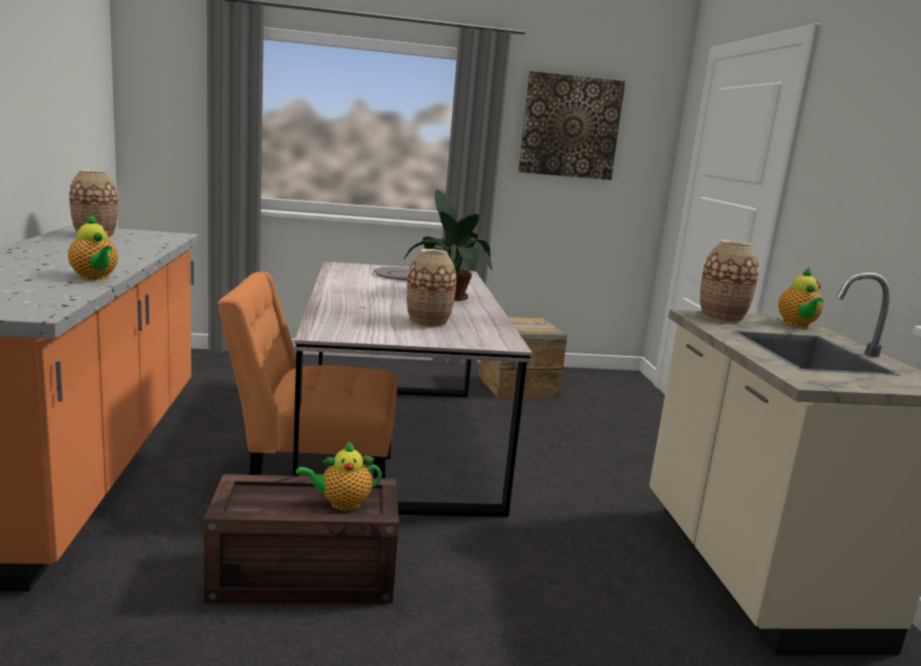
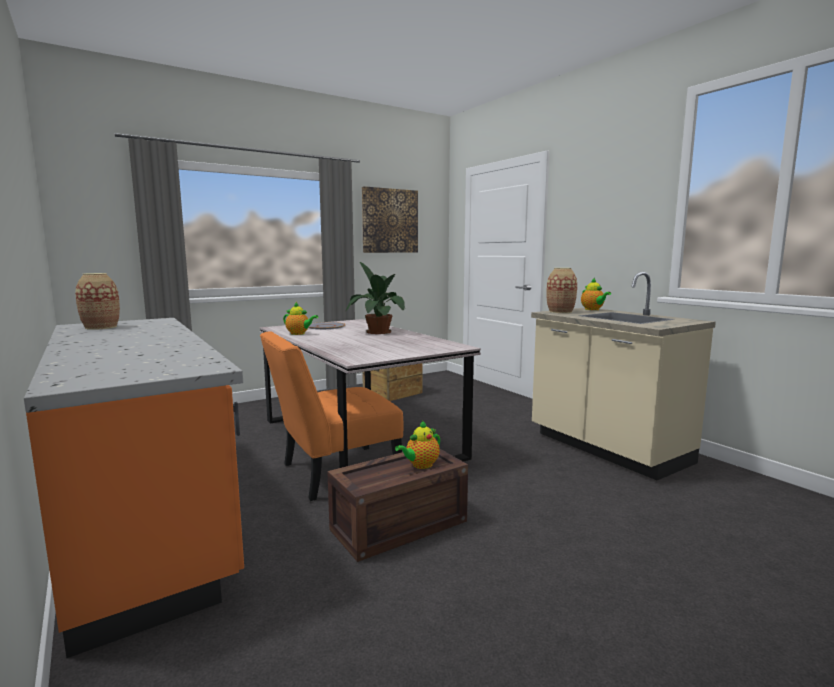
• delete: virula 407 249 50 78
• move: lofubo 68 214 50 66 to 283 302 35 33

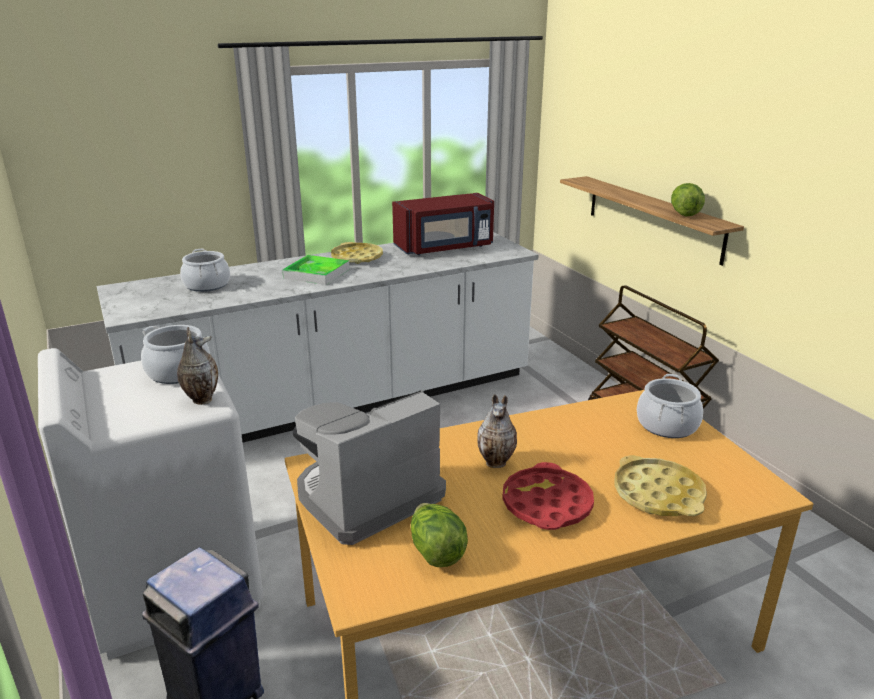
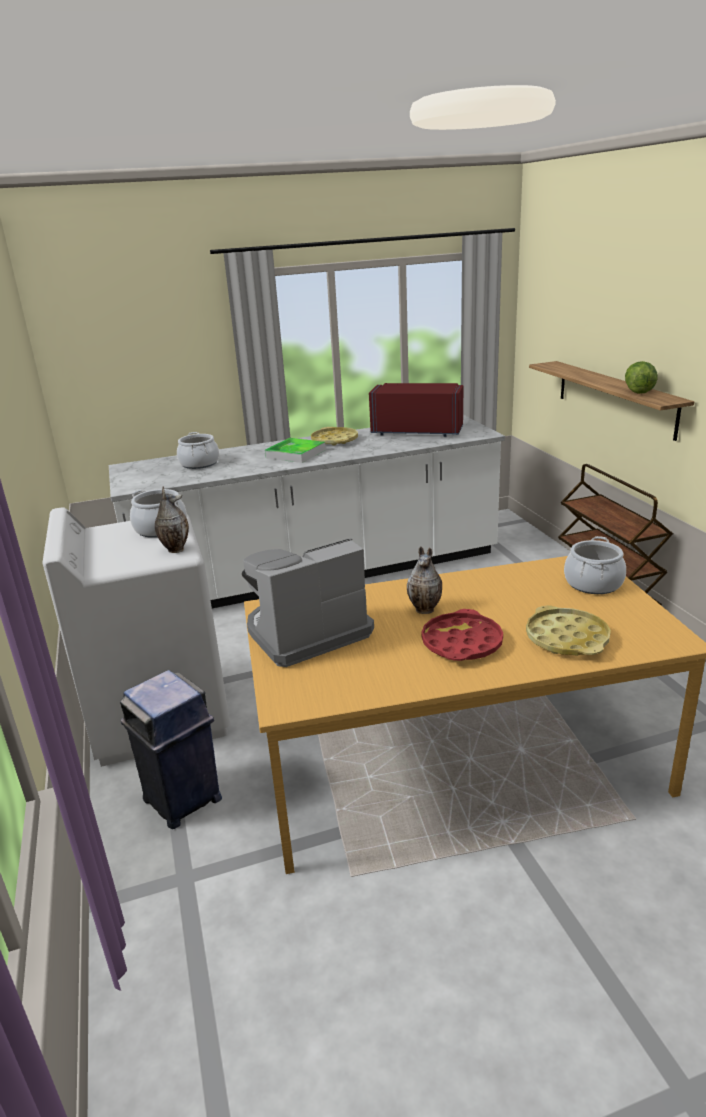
• delete: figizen 411 503 57 64
• rotate: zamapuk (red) 392 193 102 62 = 369 383 94 54 150 degrees counterclockwise

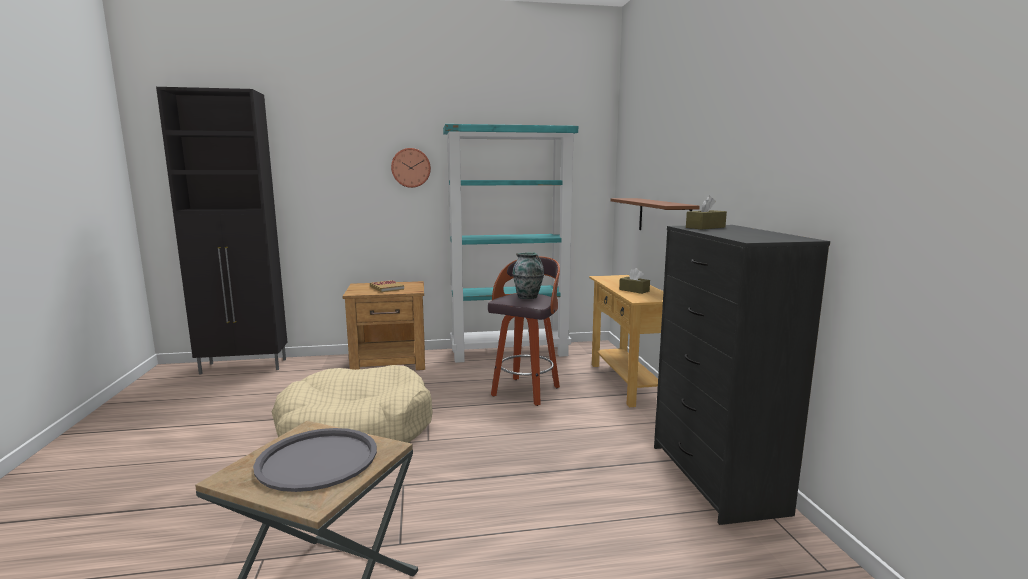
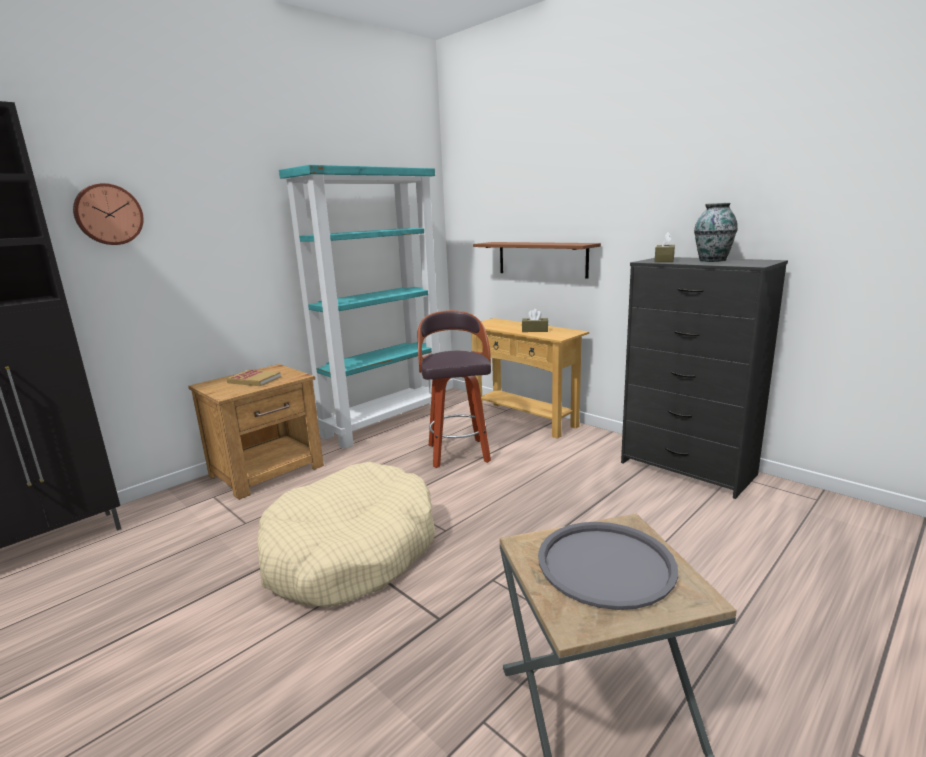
• move: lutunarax 391 148 40 40 to 73 183 71 62
• move: virula 512 252 32 47 to 694 203 44 59

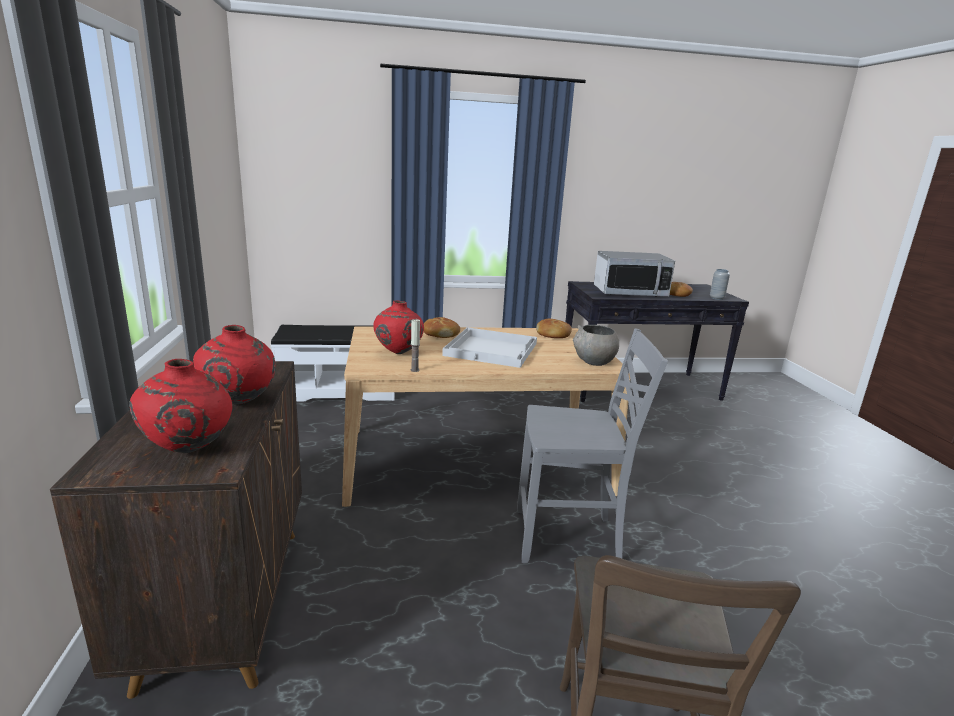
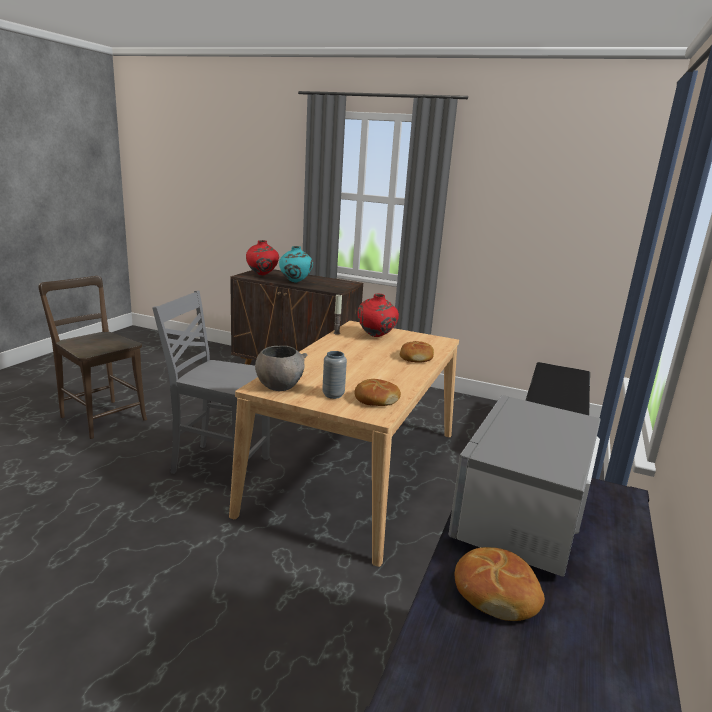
• delete: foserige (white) 442 327 95 41
• move: virula (grey) 710 269 20 31 to 322 351 25 48
• recolor: virula (red) 193 325 83 80 to virula (turquoise) 279 246 34 37
• rotate: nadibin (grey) 517 328 151 235 = 152 291 118 183 75 degrees clockwise

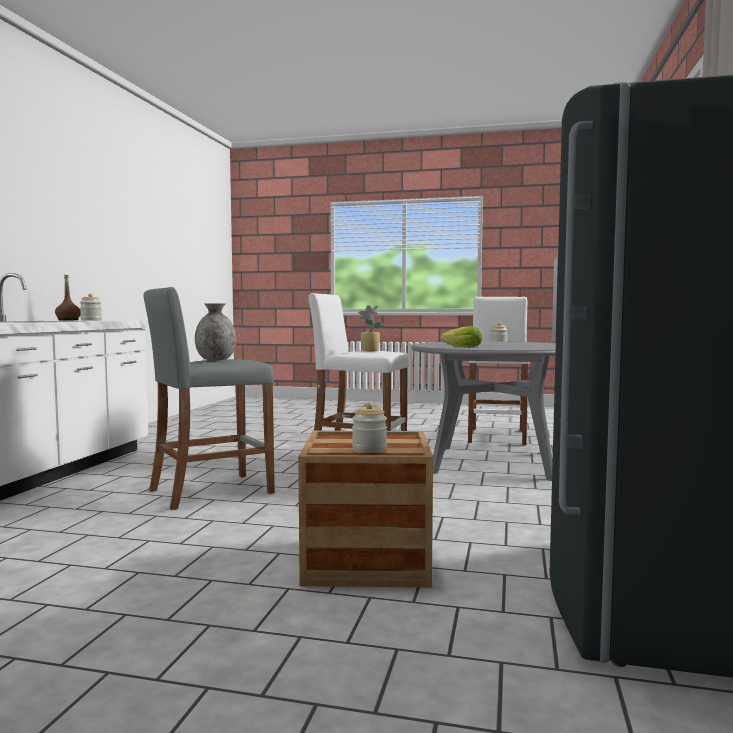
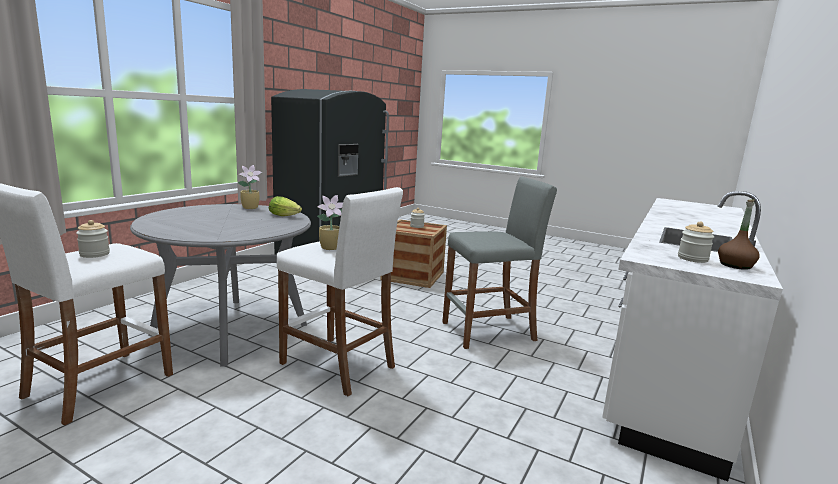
• delete: virula (grey) 195 303 41 57
• insert: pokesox 238 165 24 44

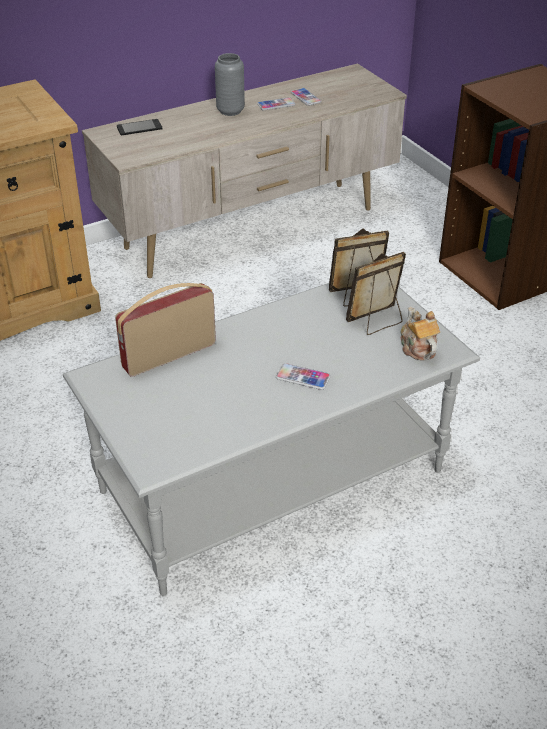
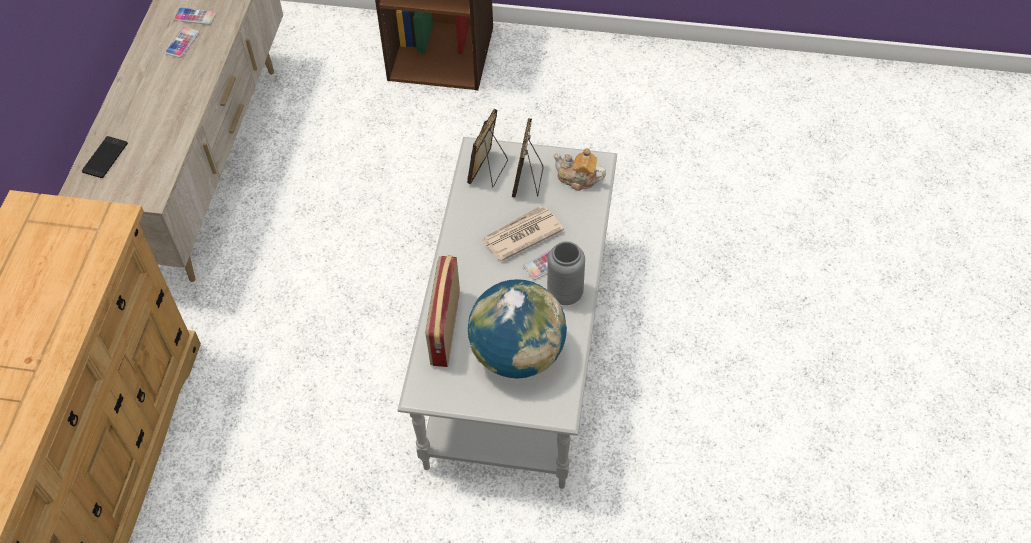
• insert: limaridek 468 279 99 100
• insert: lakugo 481 206 83 55
• move: virula (grey) 215 53 30 63 to 547 241 38 64

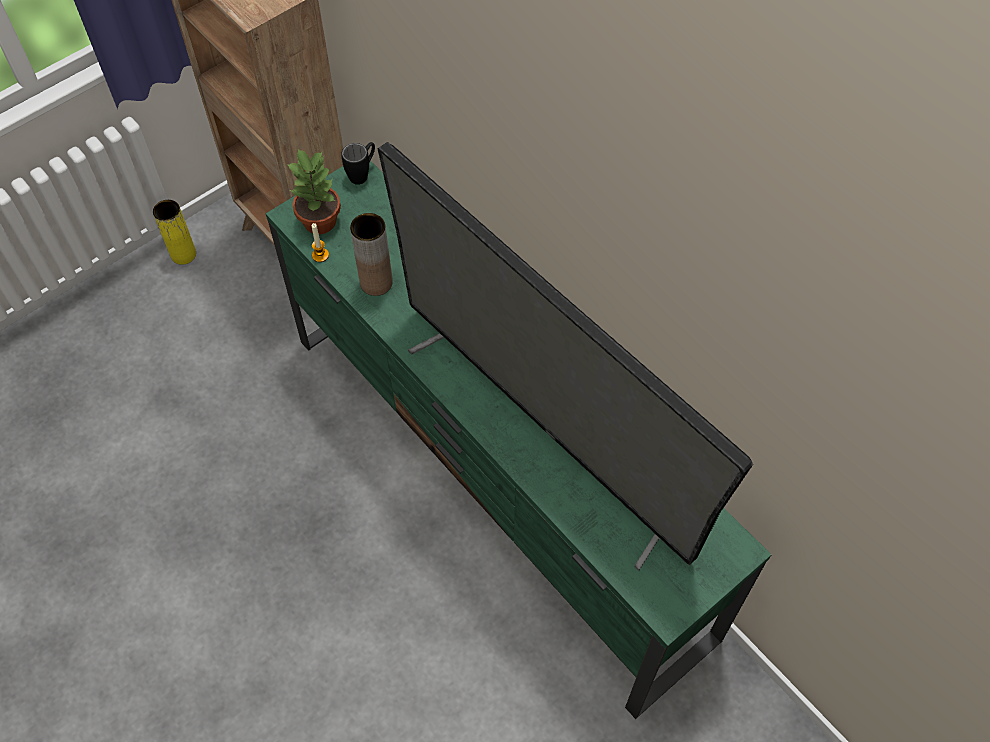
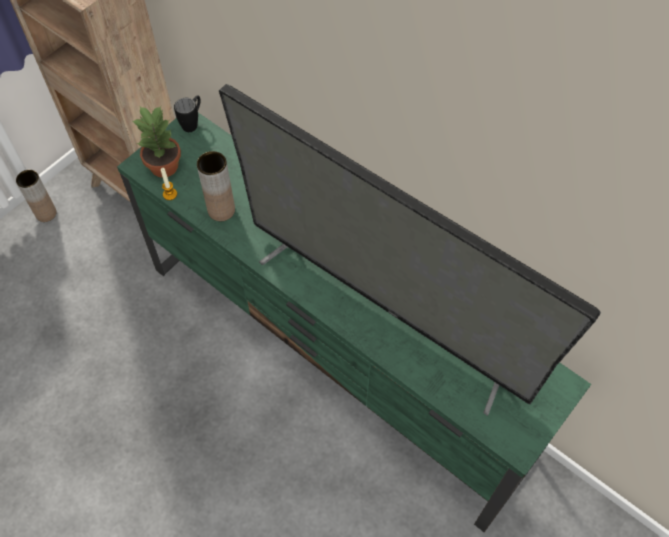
• recolor: virula (yellow) 153 200 43 65 to virula (brown) 16 170 41 52

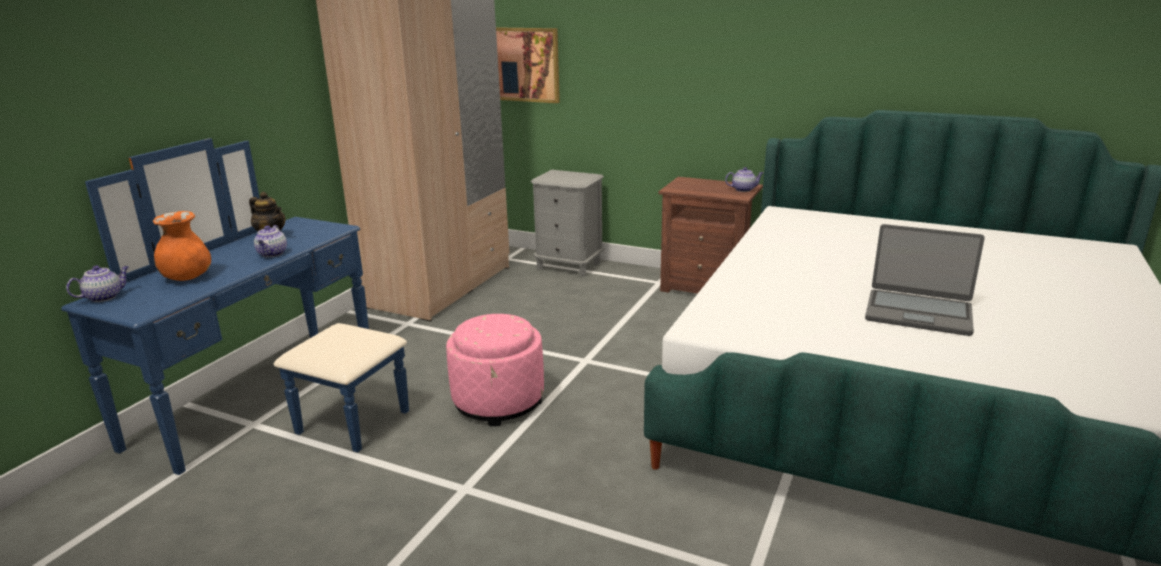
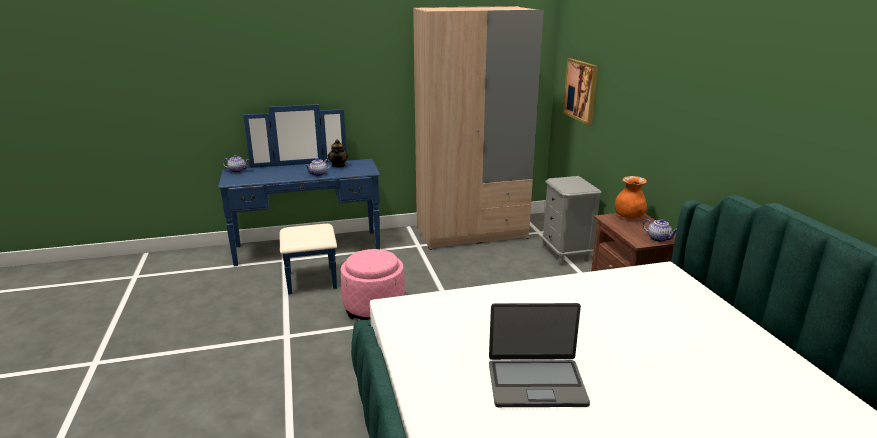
• move: virula (orange) 153 211 58 70 to 614 176 33 43
• rotate: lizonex 865 224 120 112 = 489 303 101 104 75 degrees counterclockwise

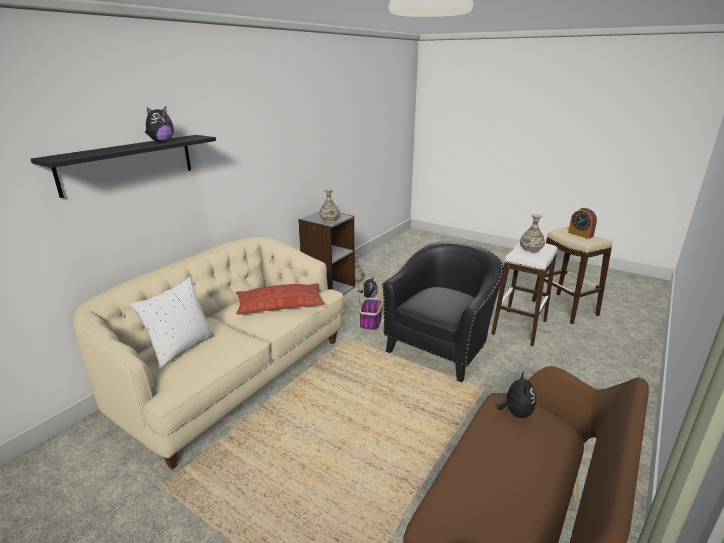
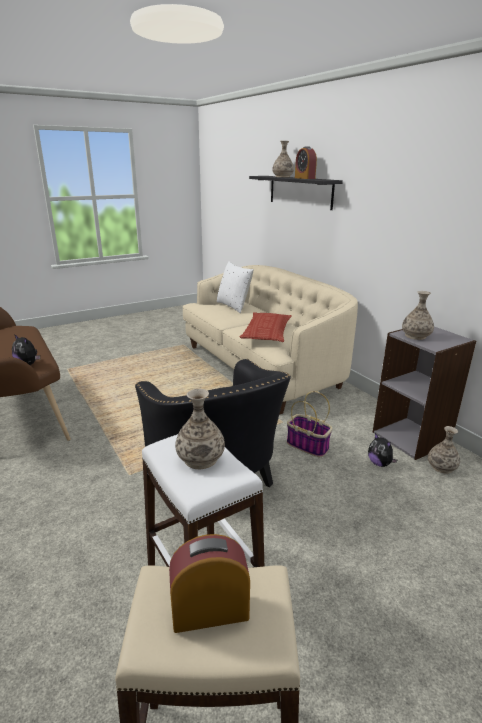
• insert: virula 272 141 22 36
• replace: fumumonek 145 106 29 36 to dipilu 295 146 22 33

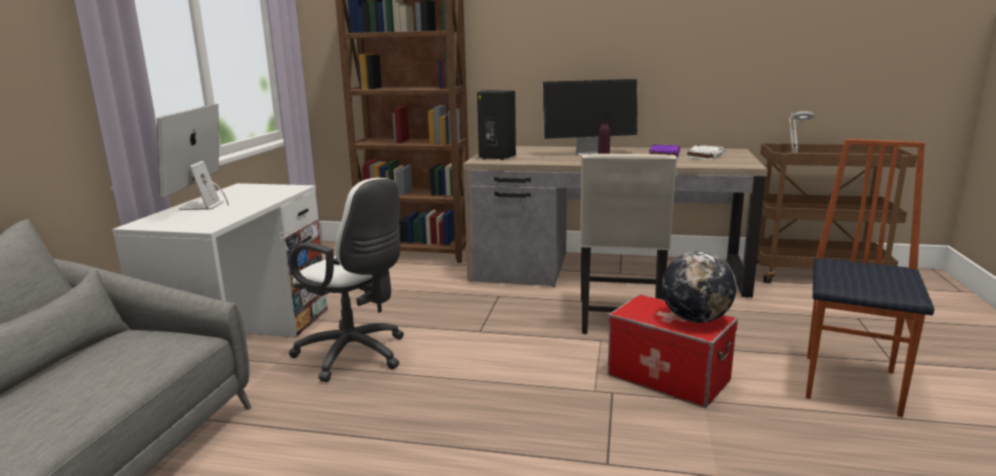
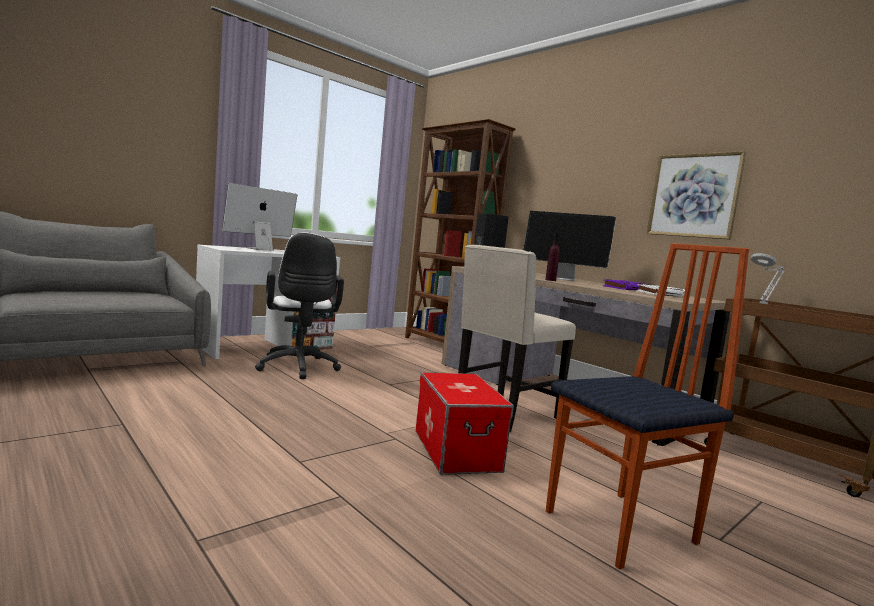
• delete: limaridek 662 251 74 72
• insert: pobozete 647 151 99 89

